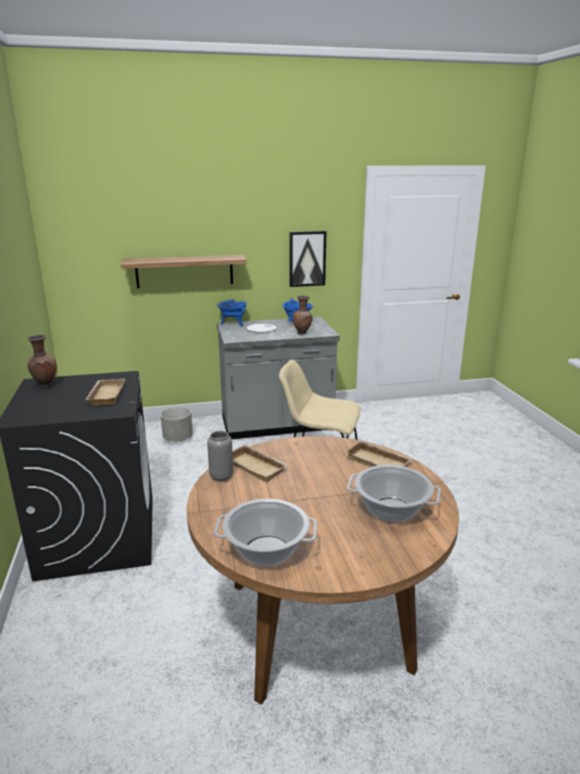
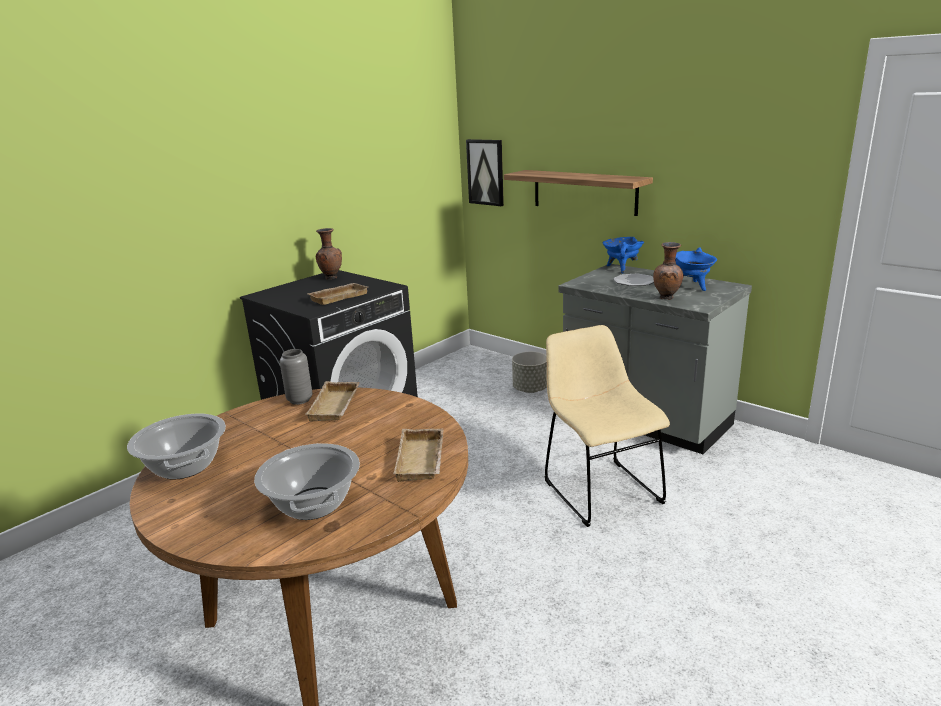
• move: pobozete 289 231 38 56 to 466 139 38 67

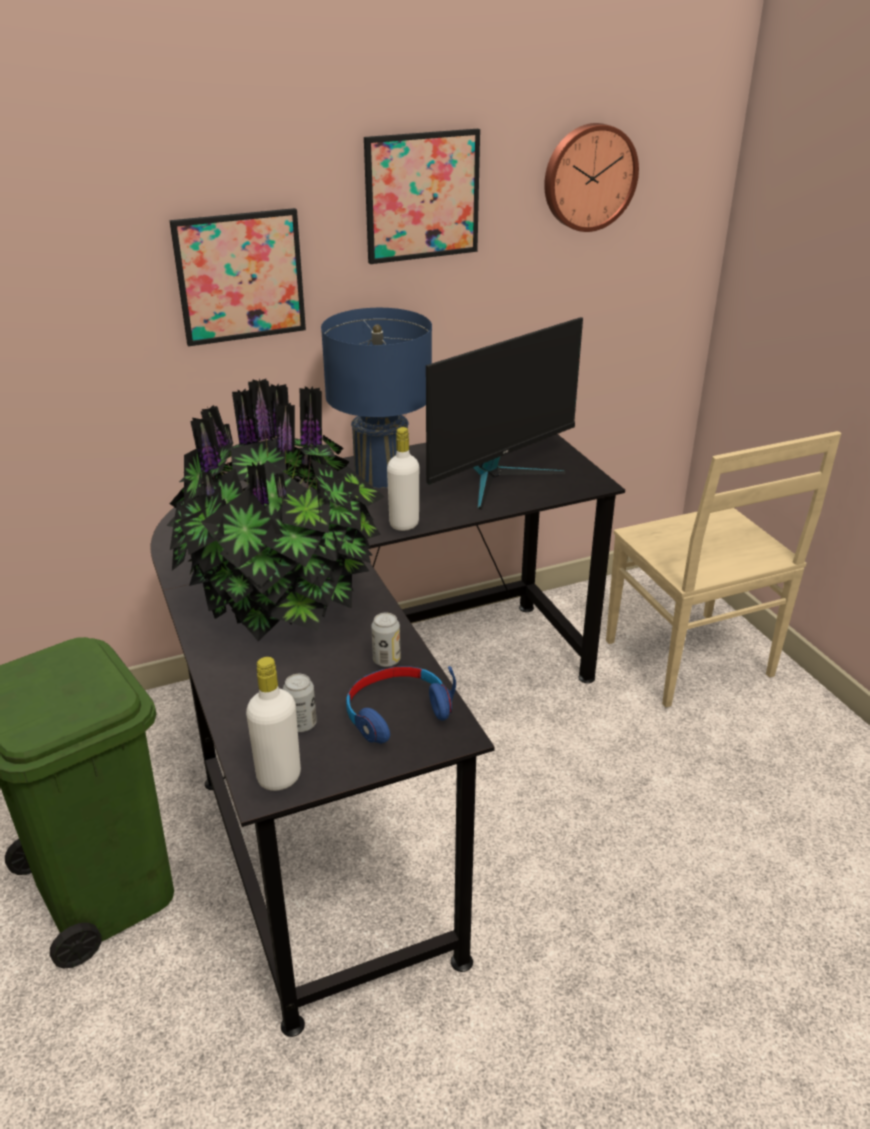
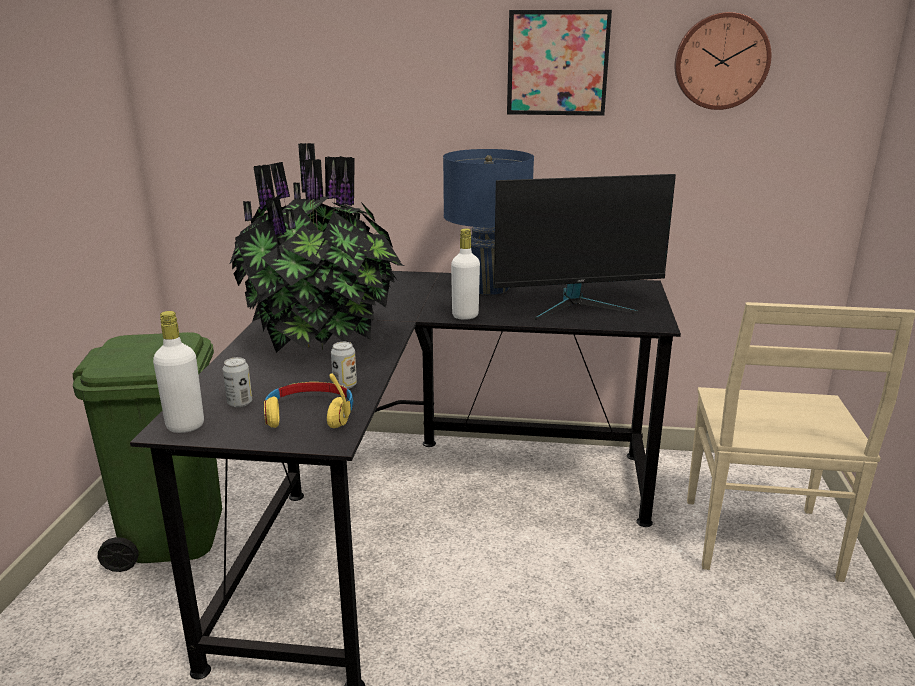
• delete: pobozete 169 208 137 139
• recolor: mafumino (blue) 346 666 110 78 to mafumino (yellow) 264 373 89 55

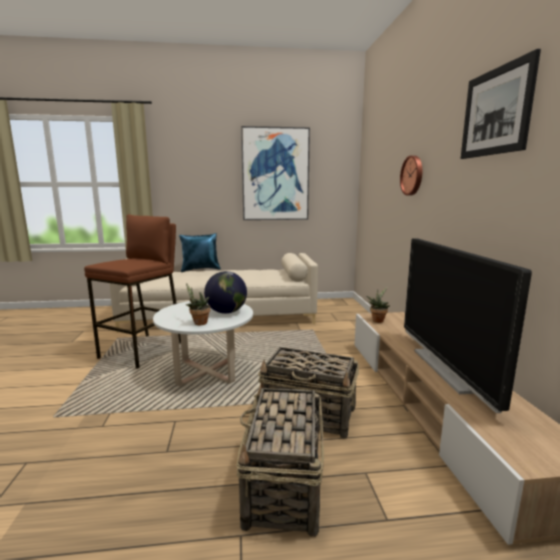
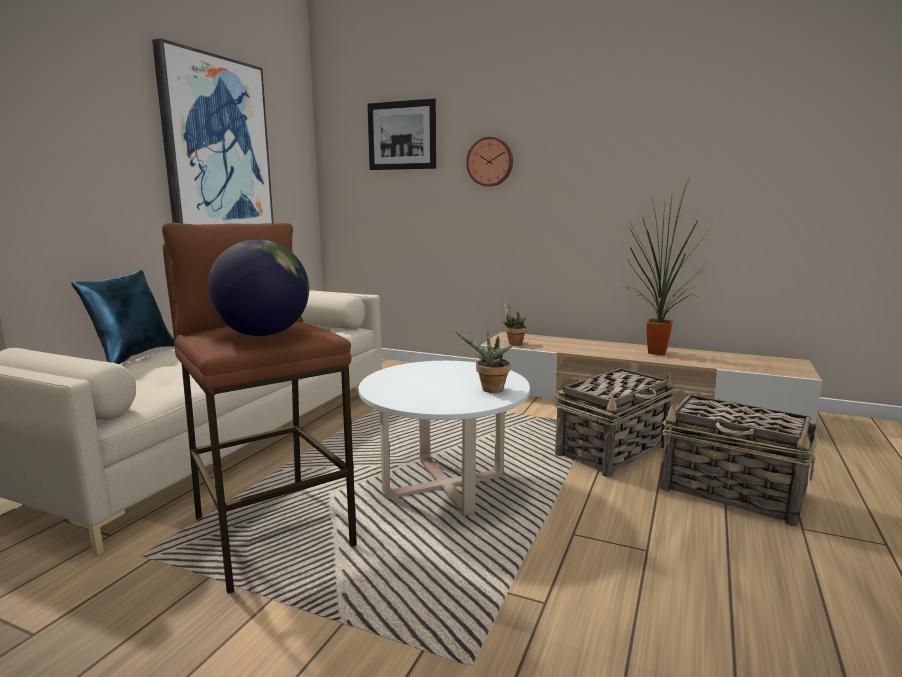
• move: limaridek 204 271 43 43 to 207 239 102 97
• move: pobozete 461 49 80 110 to 367 98 69 72
• replace: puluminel 404 238 128 175 to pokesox 625 177 86 178

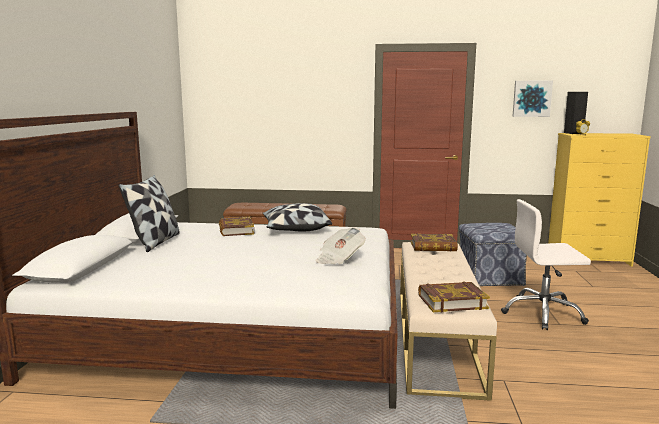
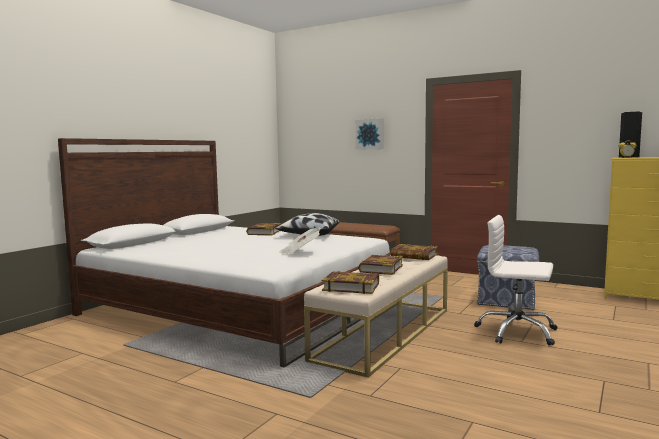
• delete: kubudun 119 175 61 77
• insert: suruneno 358 255 45 20
• move: pobozete 512 81 41 36 to 355 118 29 32

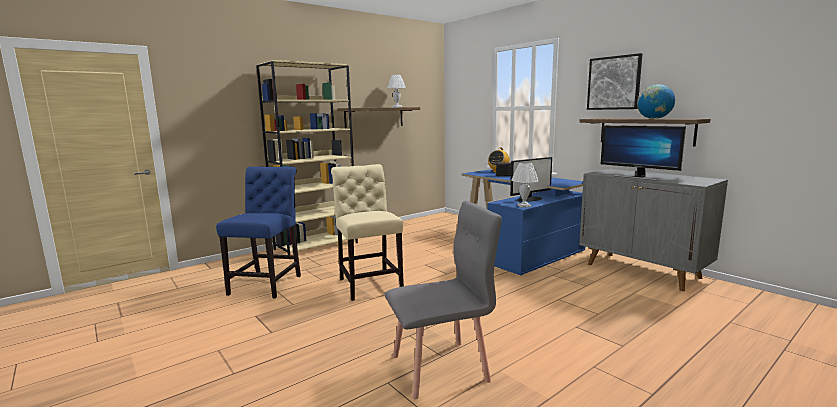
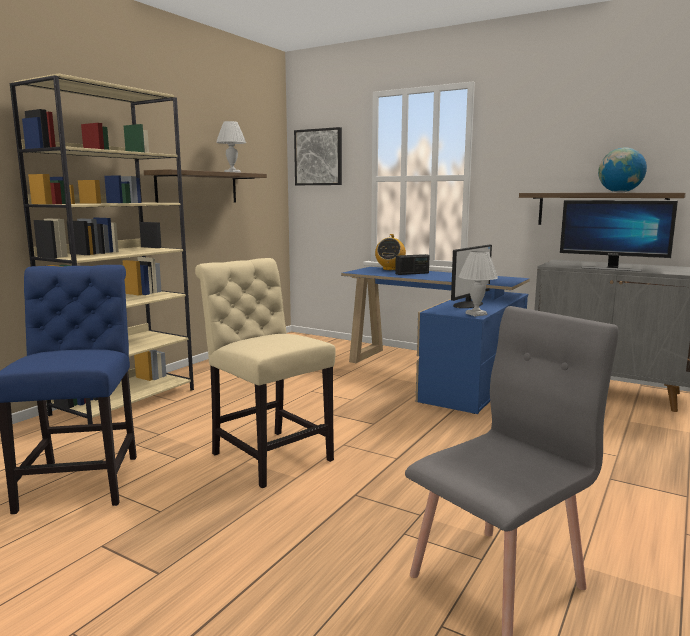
• move: pobozete 587 53 55 57 to 294 127 48 58

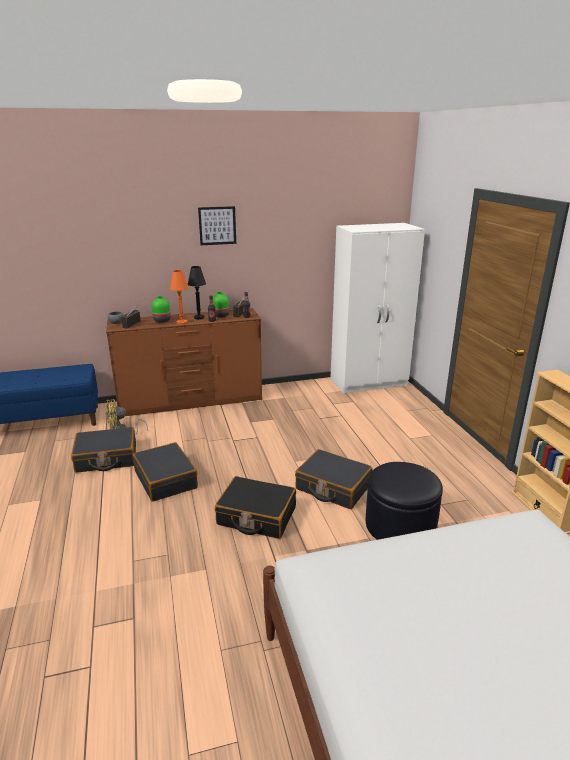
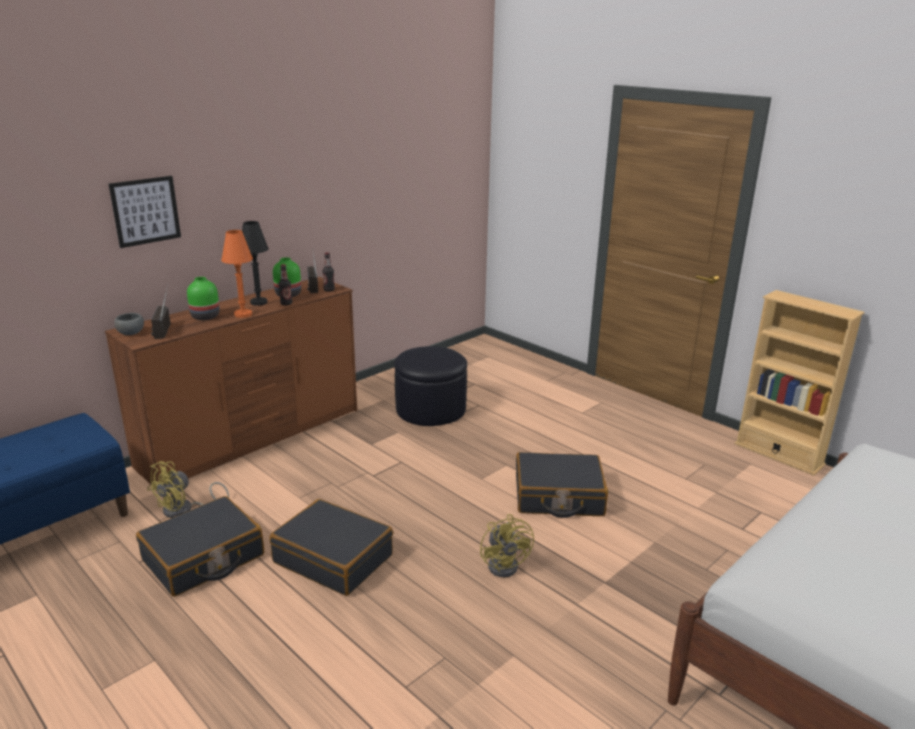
• delete: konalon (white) 330 223 95 171
• move: pobozete 198 206 38 39 to 109 176 72 72
• move: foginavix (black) 366 462 77 78 to 394 346 73 80
• replace: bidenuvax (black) 215 476 81 63 to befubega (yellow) 480 514 54 63

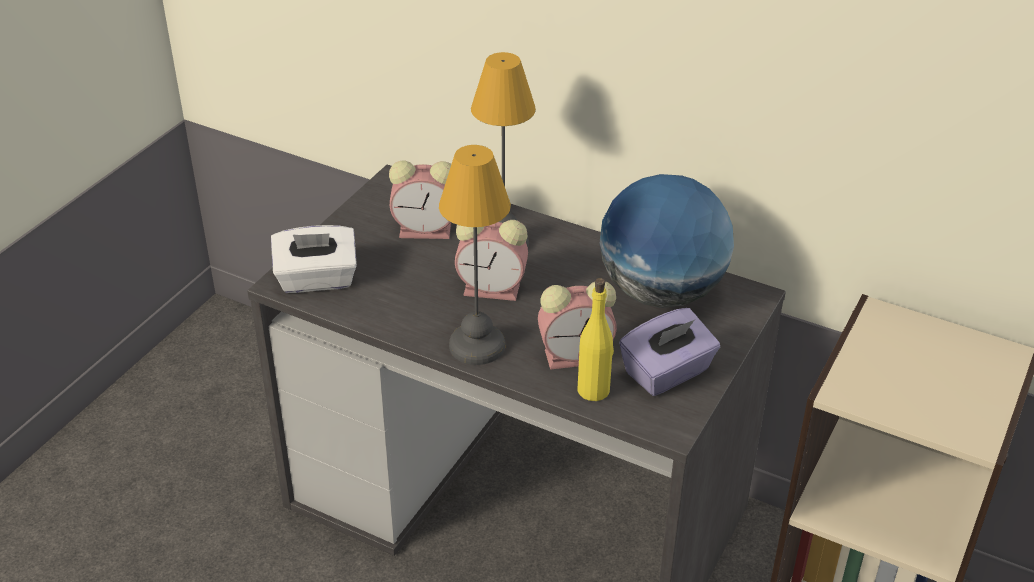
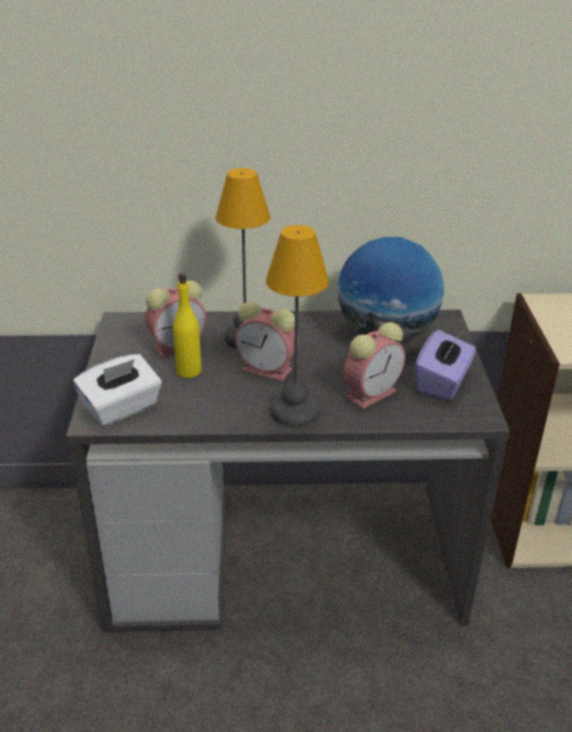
• move: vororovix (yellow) 577 278 37 123 to 173 272 29 106
• rotate: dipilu 455 220 73 81 = 235 302 64 79 45 degrees clockwise

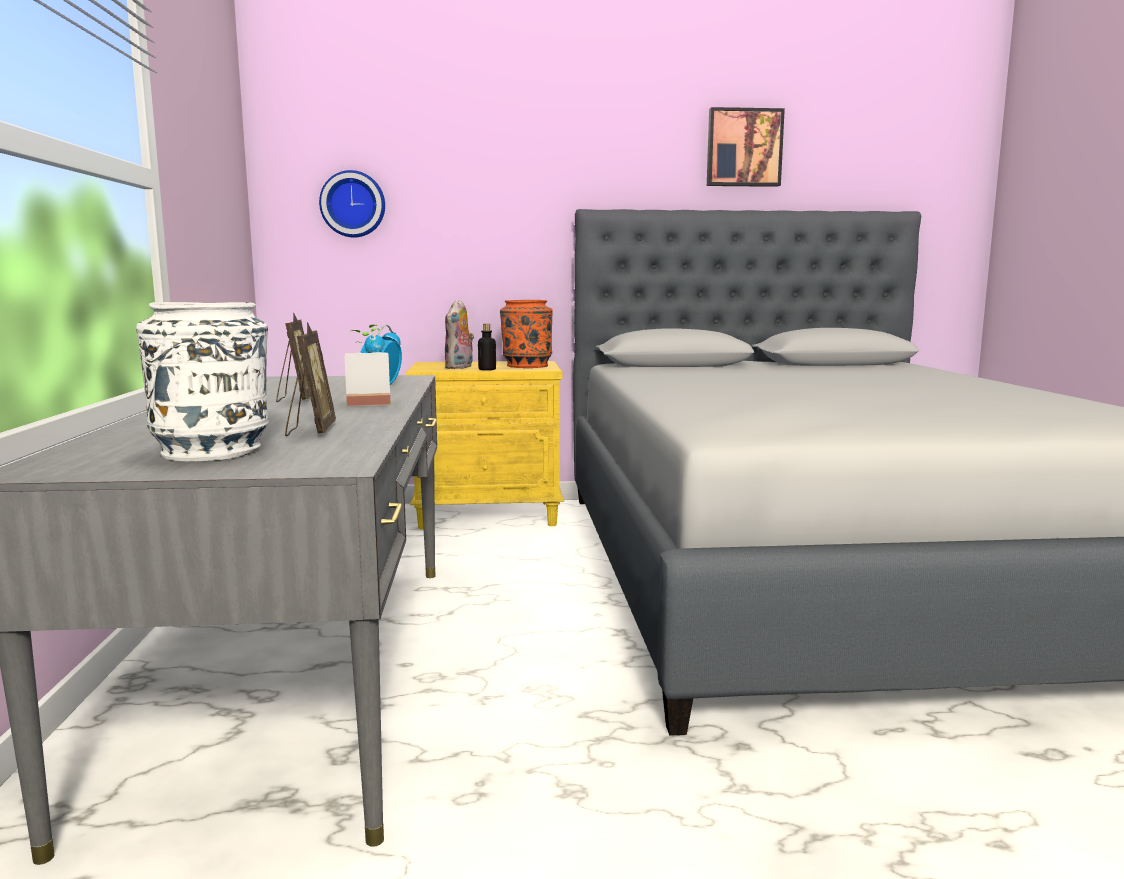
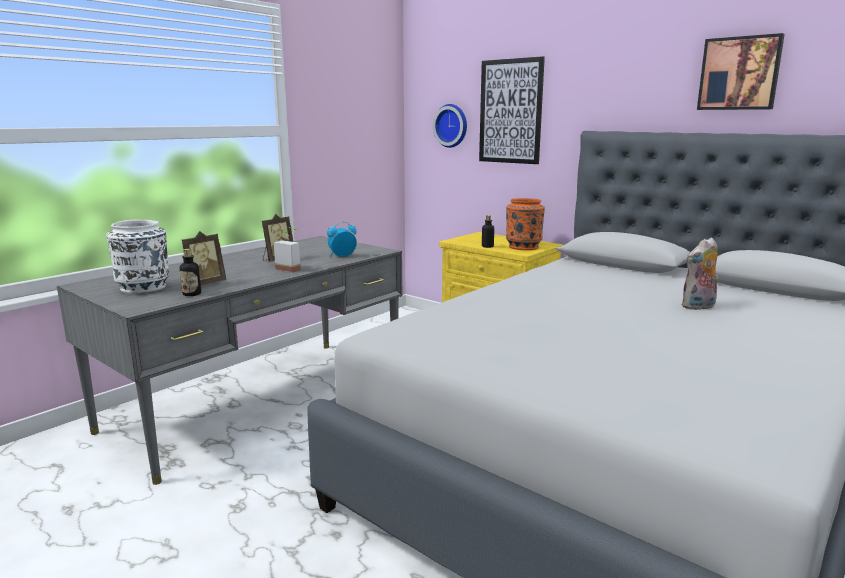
• insert: vororovix 180 249 21 47
• insert: pobozete 479 56 66 108
• move: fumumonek 445 300 29 69 to 681 237 38 73

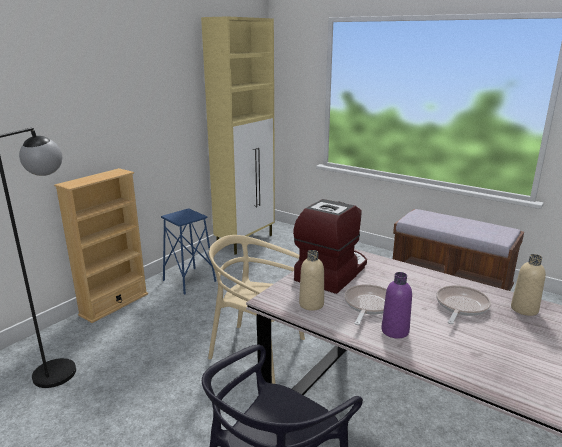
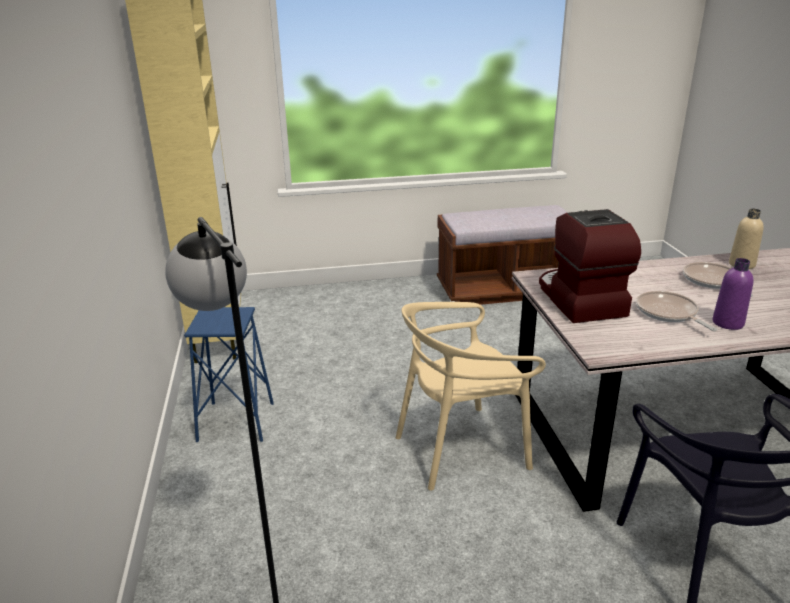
• delete: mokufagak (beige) 54 168 94 155
• delete: vororovix (beige) 299 250 25 61

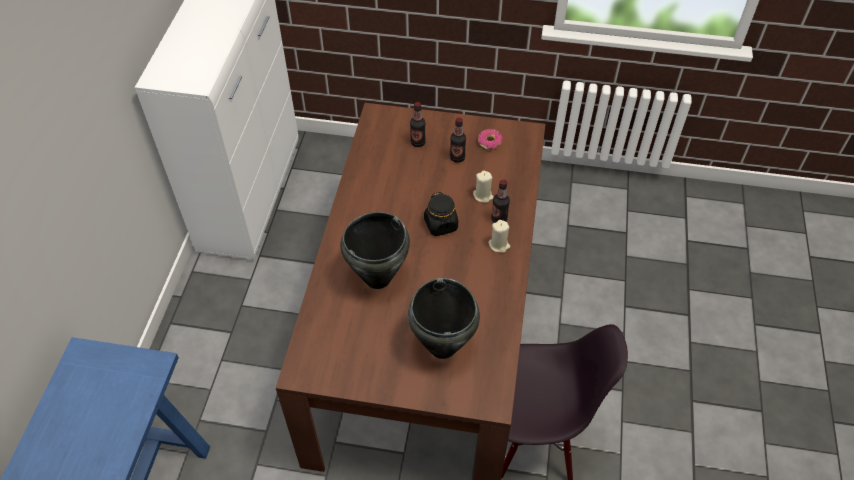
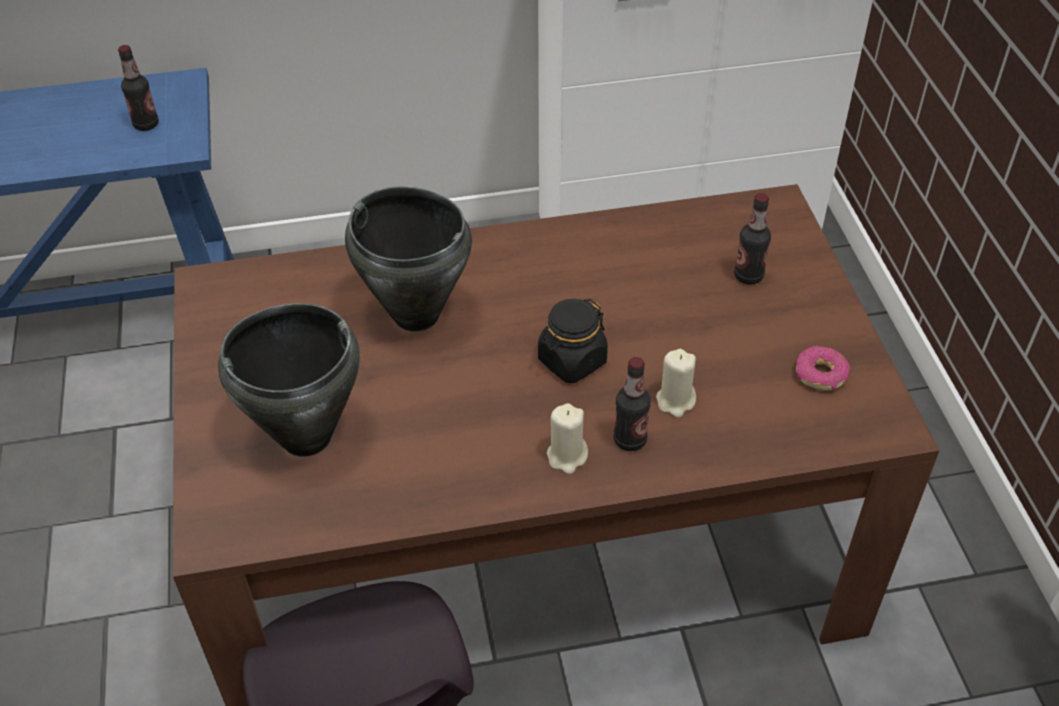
• move: vororovix 450 117 16 46 to 118 45 41 86

